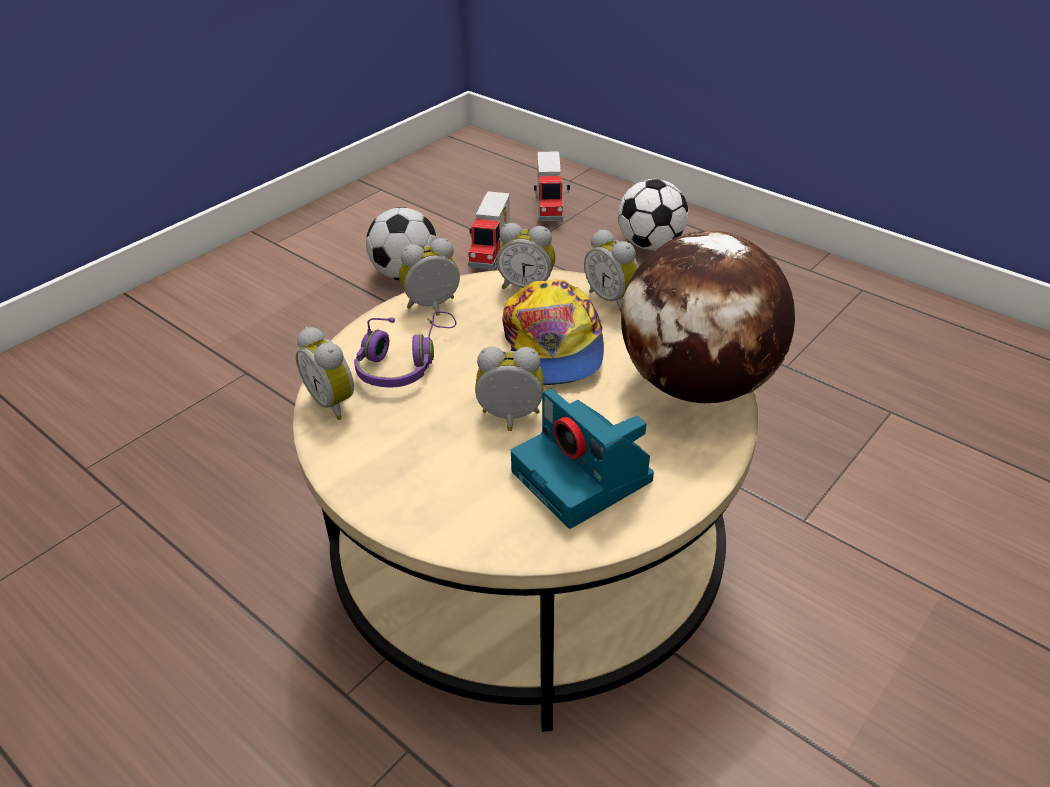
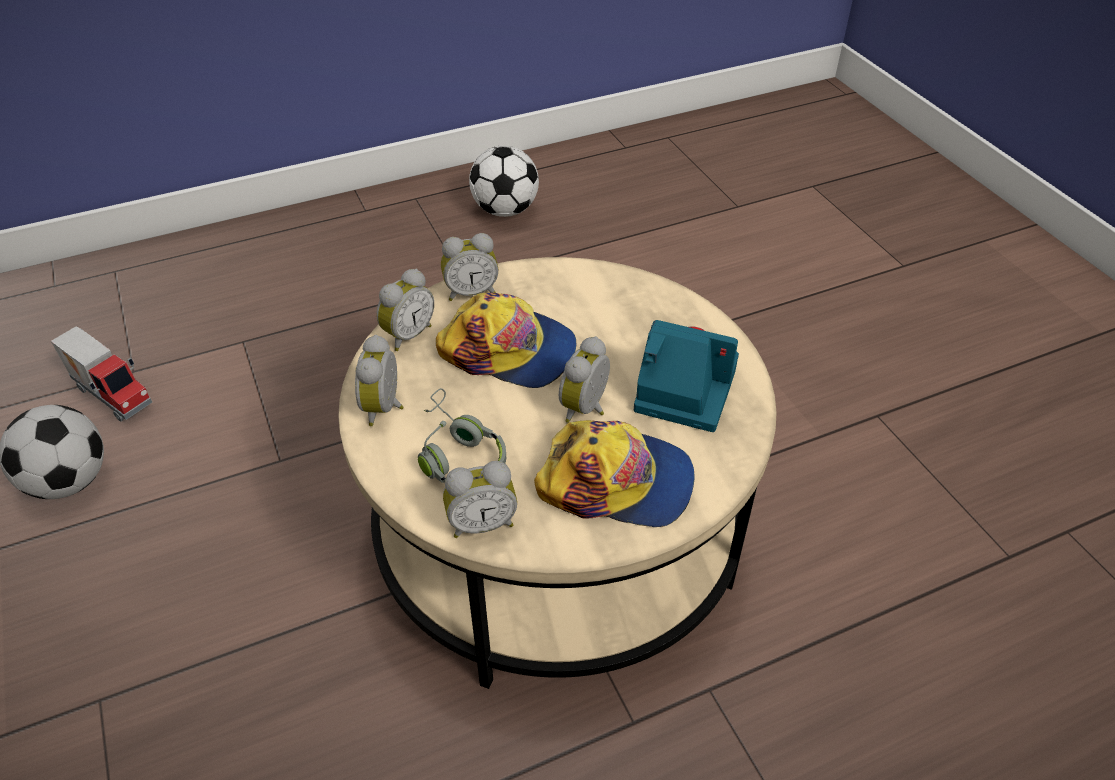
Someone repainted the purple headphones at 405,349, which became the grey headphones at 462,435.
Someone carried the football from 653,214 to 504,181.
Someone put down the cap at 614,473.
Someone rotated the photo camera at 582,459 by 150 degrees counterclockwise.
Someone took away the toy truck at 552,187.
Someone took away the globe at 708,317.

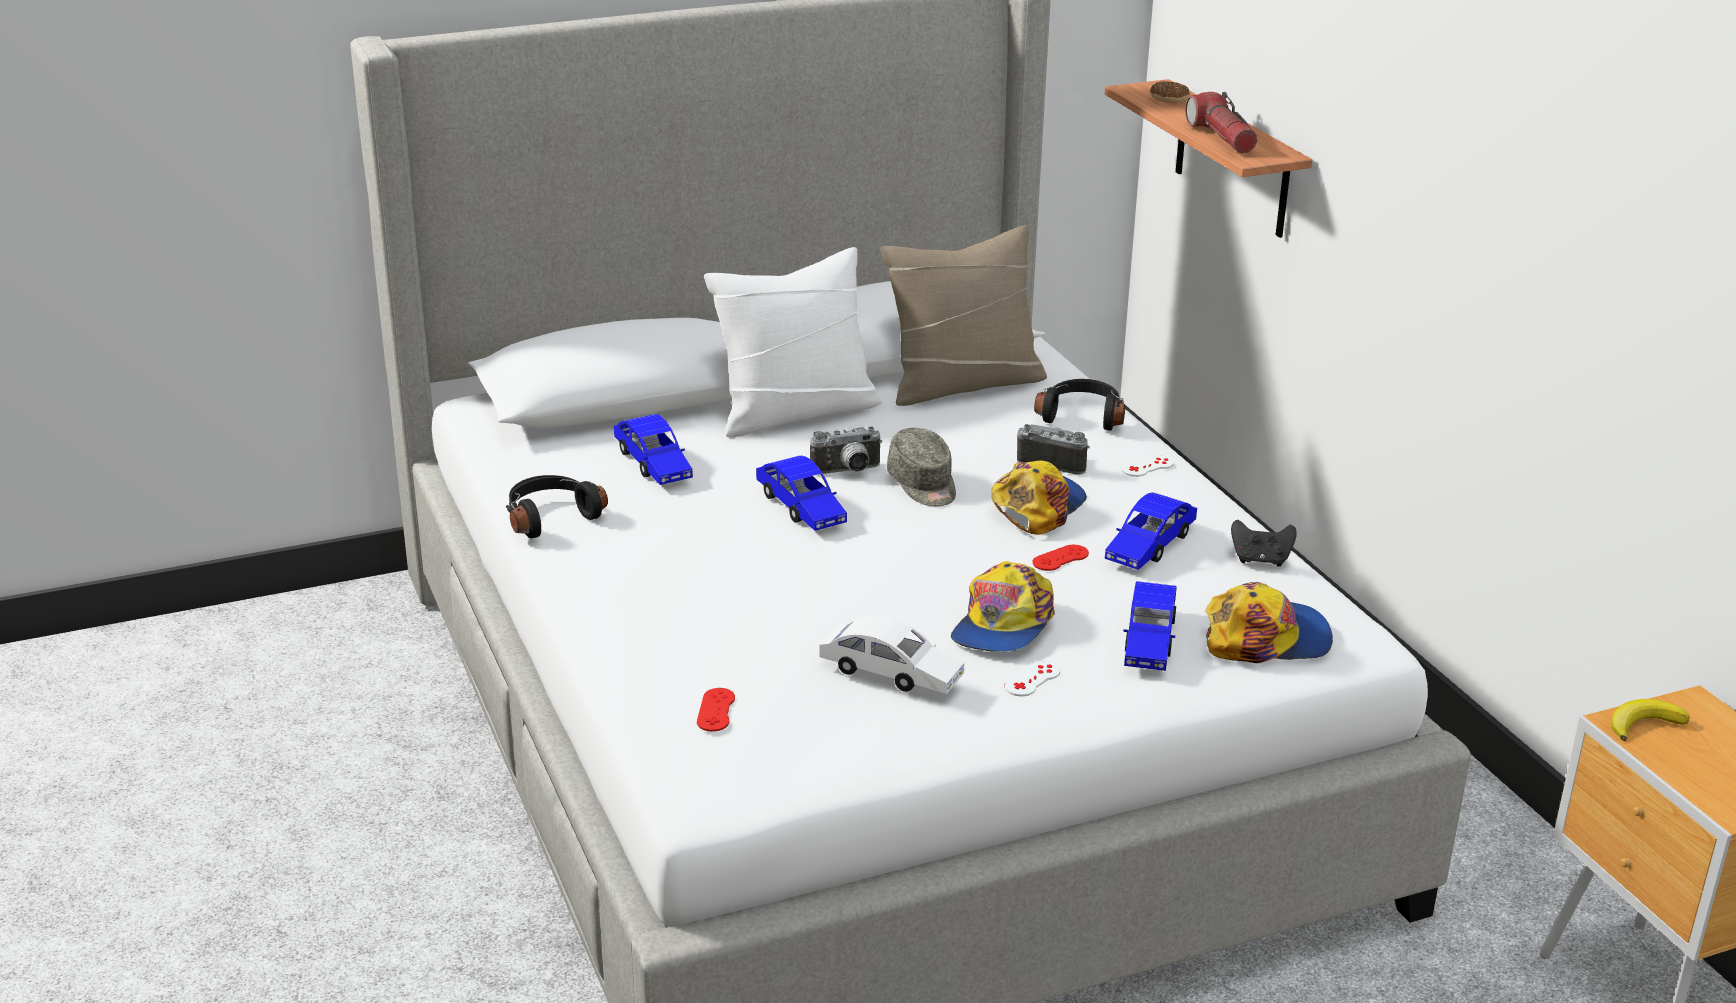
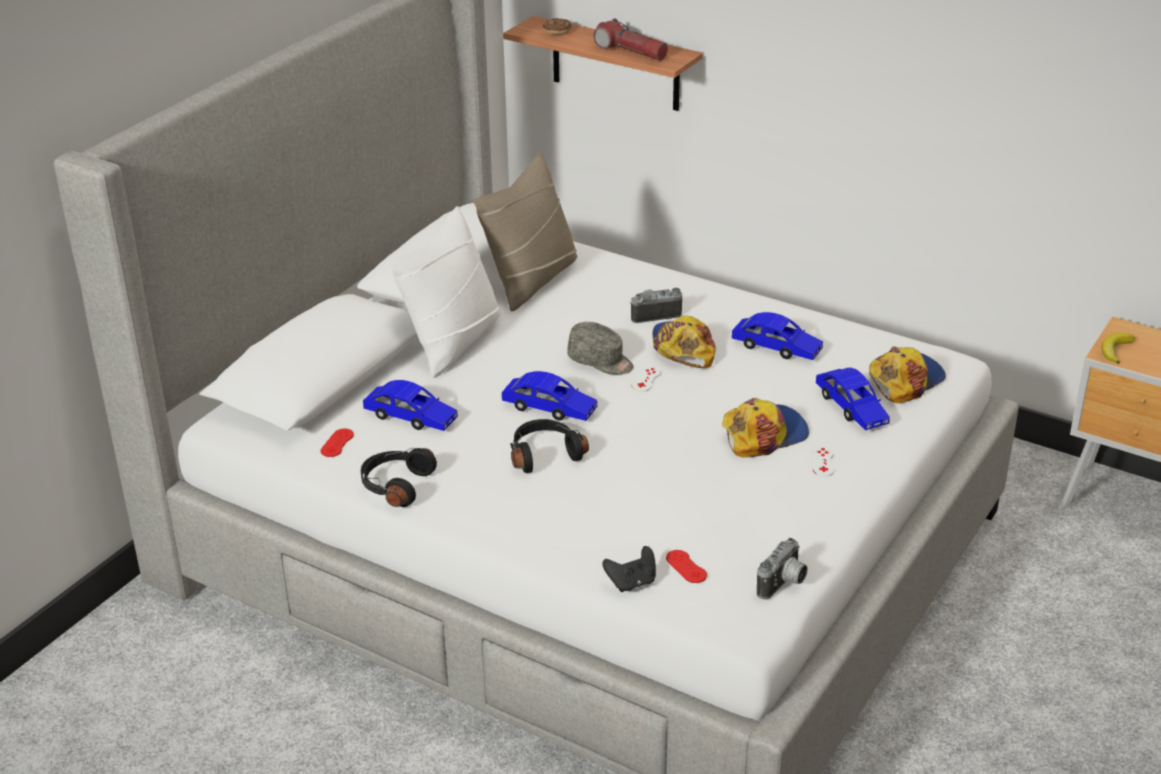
Someone carried the red game controller from 1060,558 to 337,442.
Someone carried the black headphones from 1079,405 to 549,446.
Someone carried the black game controller from 1264,543 to 629,569.
Someone carried the white game controller from 1148,466 to 646,379.
Someone rotated the cap at 1003,606 by 105 degrees counterclockwise.
Someone rotated the blue toy car at 1151,531 by 60 degrees counterclockwise.
Someone carried the photo camera from 846,450 to 782,568.
Someone took away the white toy car at 891,654.

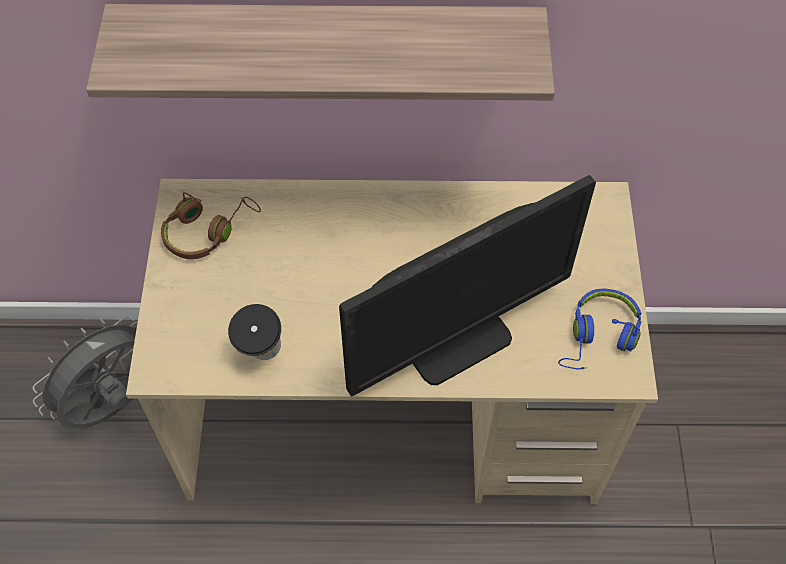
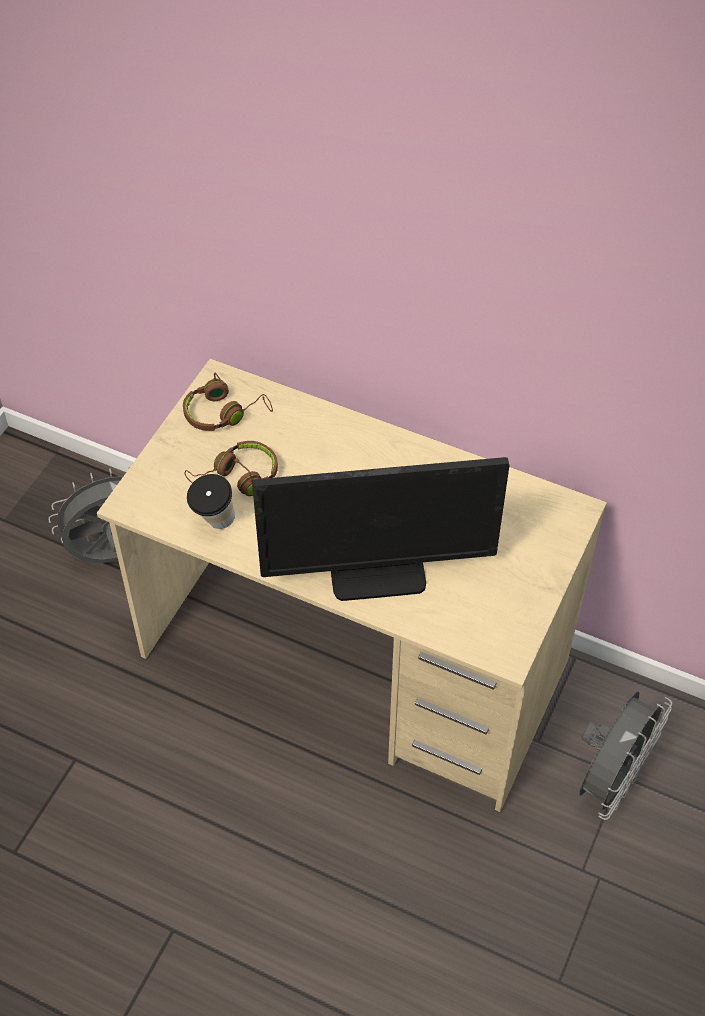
Someone put down the brown headphones at 231,468.
Someone put down the grey fan at 626,755.
Someone took away the shelf at 320,52.
Someone took away the blue headphones at 599,329.

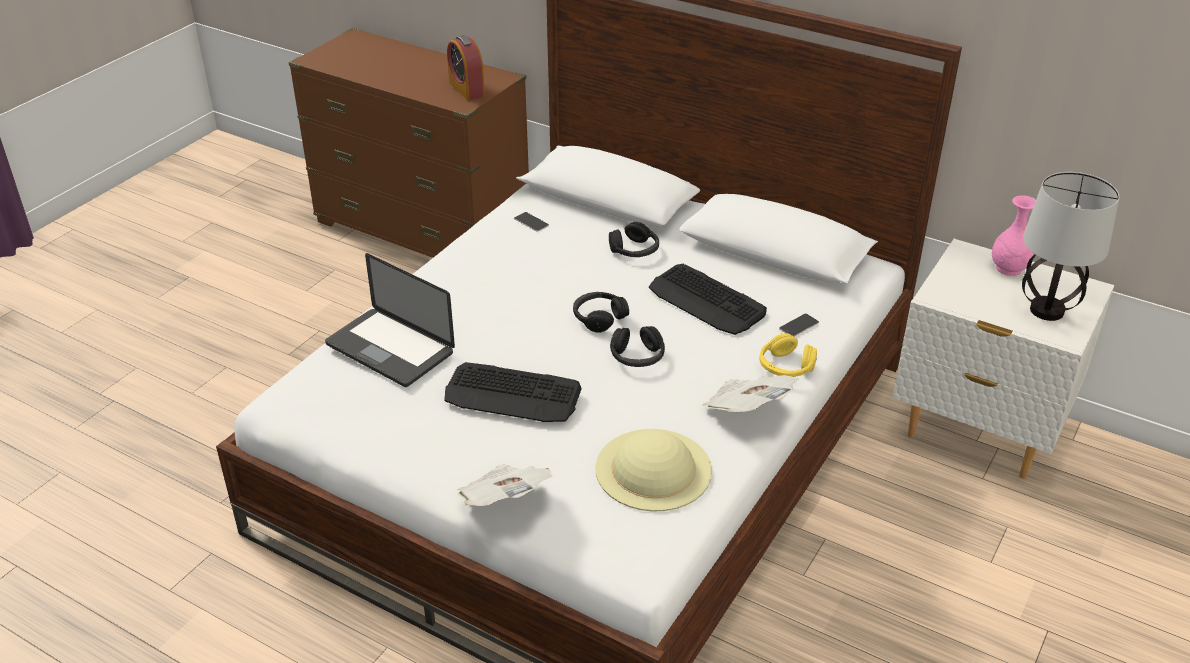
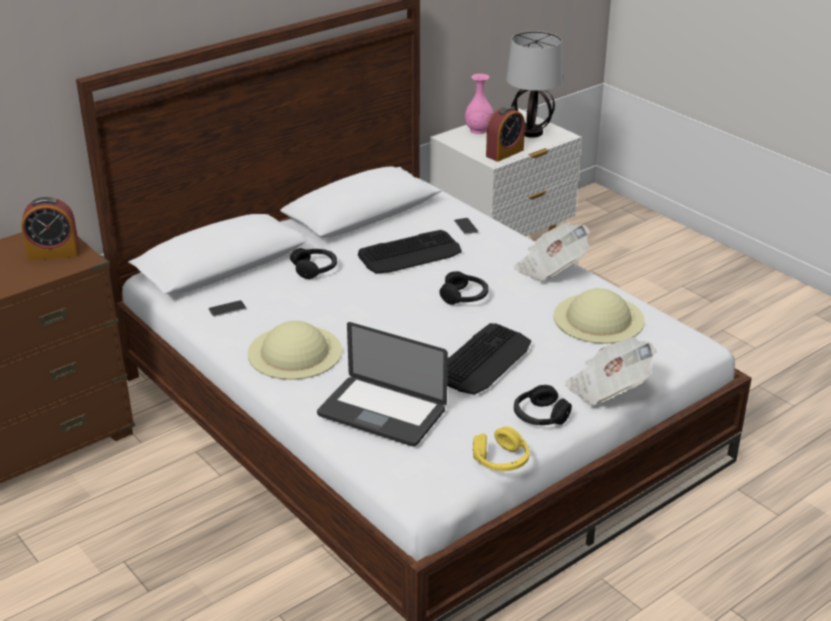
Someone put down the beige hat at 295,350.
Someone rotated the laptop at 390,320 by 60 degrees clockwise.
Someone carried the yellow headphones from 788,355 to 501,448.
Someone put down the alarm clock at 505,134.
Someone carried the black headphones from 601,312 to 543,405.

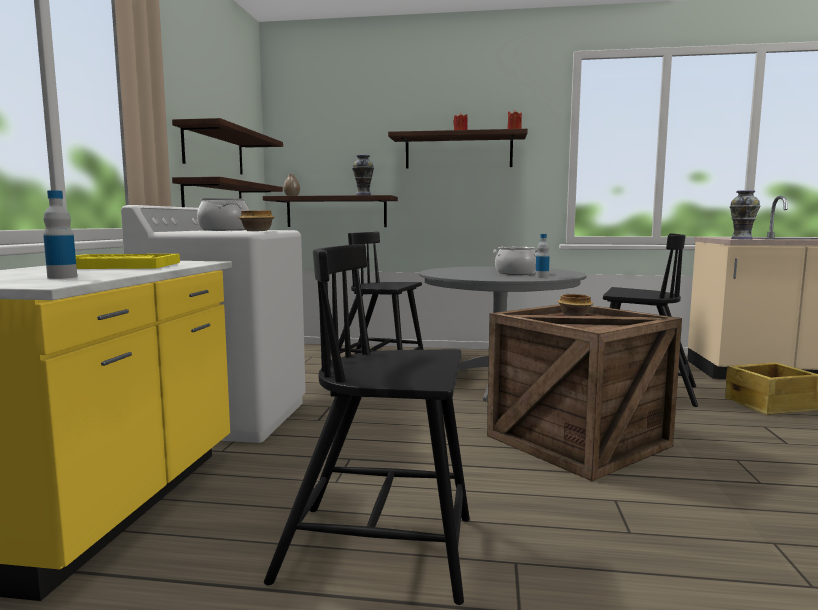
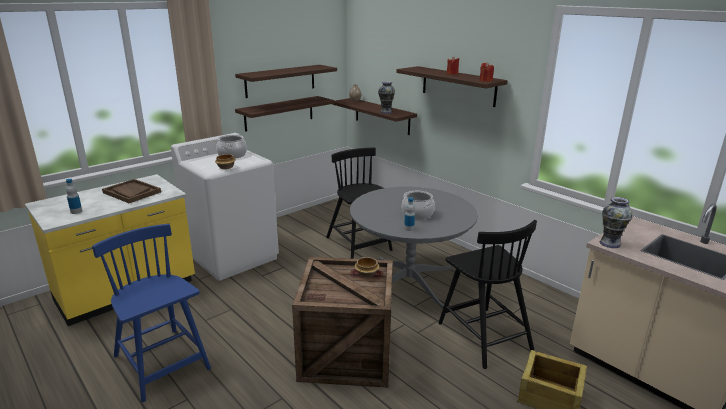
Someone repainted the black chair at 367,424, which became the blue chair at 151,313.
Someone repainted the yellow tray at 128,261, which became the brown tray at 131,191.

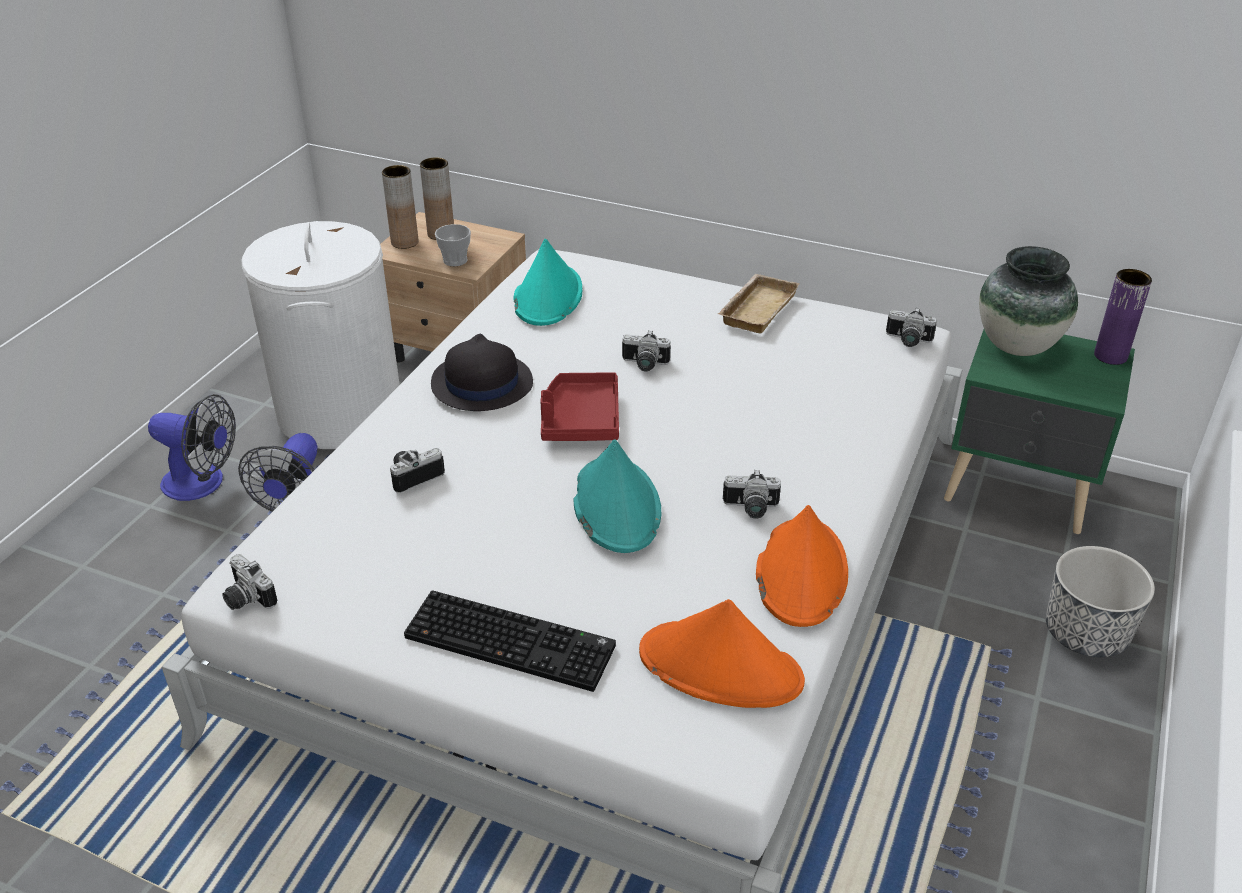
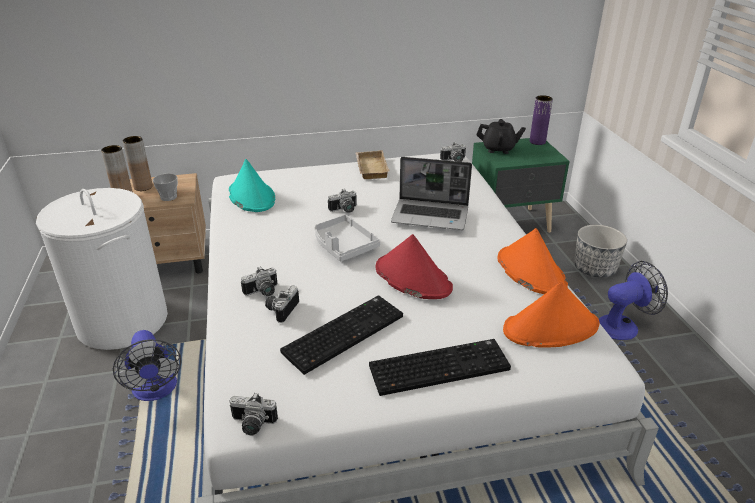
Someone carried the photo camera from 752,494 to 259,281.
Someone put down the keyboard at 341,335.
Someone repainted the red tray at 579,406, which became the grey tray at 347,238.
Someone repainted the turquoise hat at 617,496, which became the red hat at 414,266.
Someone put down the laptop at 431,193.
Someone swapped the vase at 1028,301 for the black teapot at 501,136.
Someone carried the fan from 192,447 to 633,300.
Someone took away the black hat at 482,372.

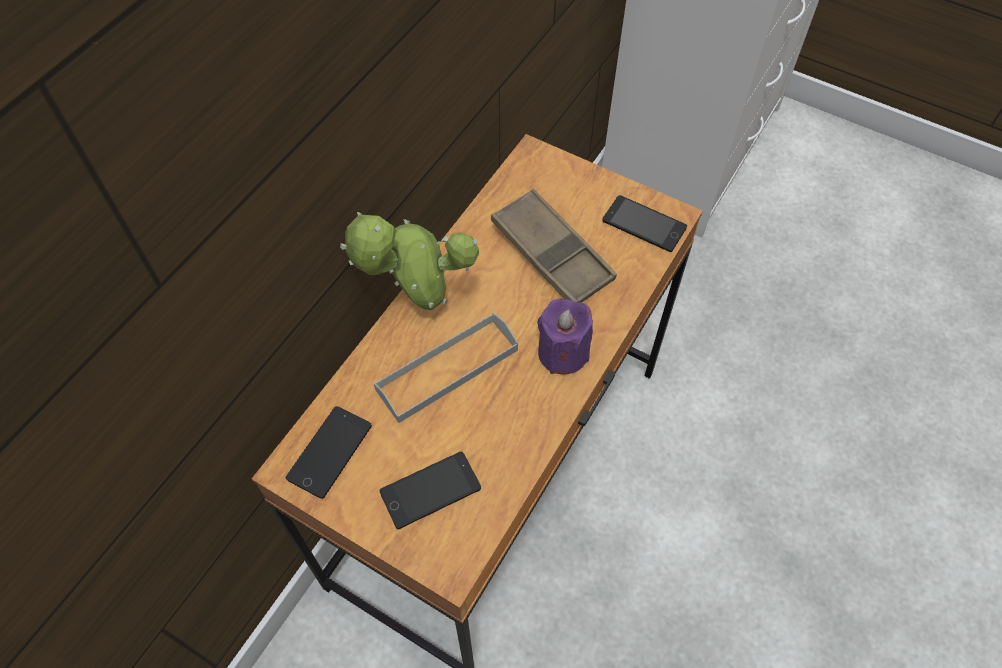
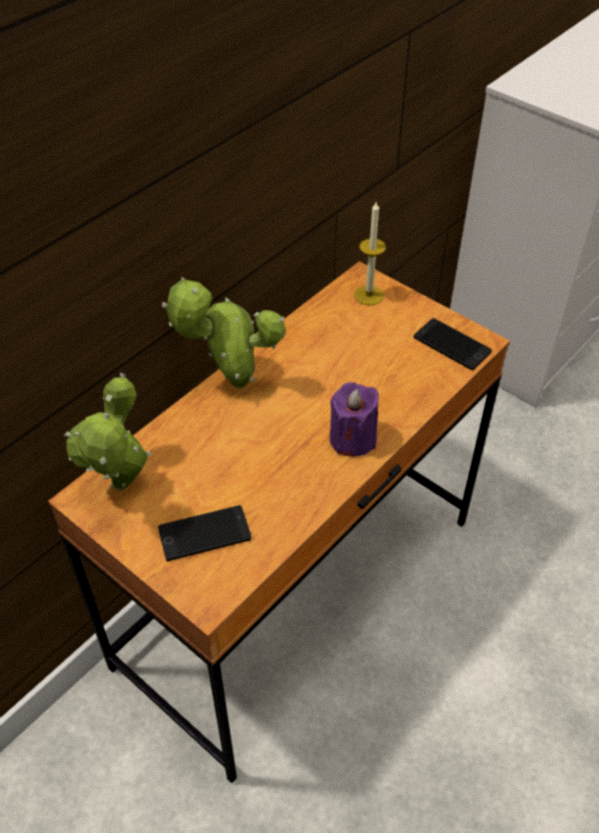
Someone swapped the phone at 329,452 for the potted plant at 108,432.
Someone put down the candle at 370,253.
Someone took away the grey tray at 446,368.
Someone took away the brown tray at 554,245.

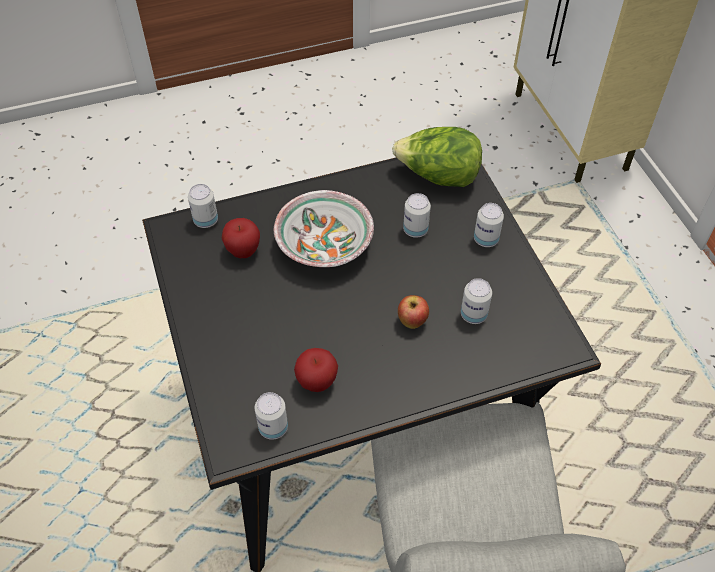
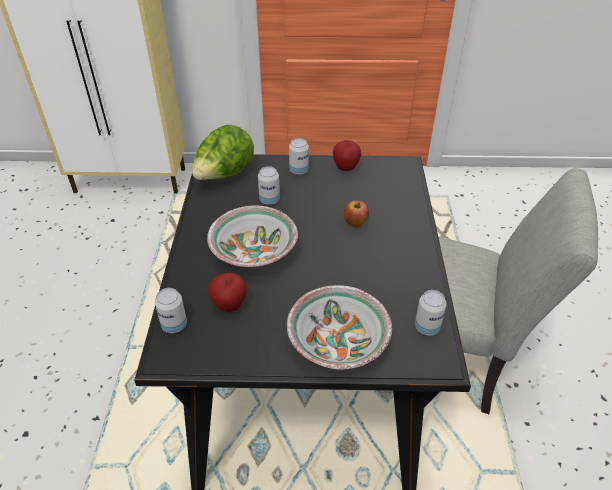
Someone put down the bowl at 339,327.
Someone carried the apple from 316,370 to 347,155.
Someone took away the can at 476,301.

